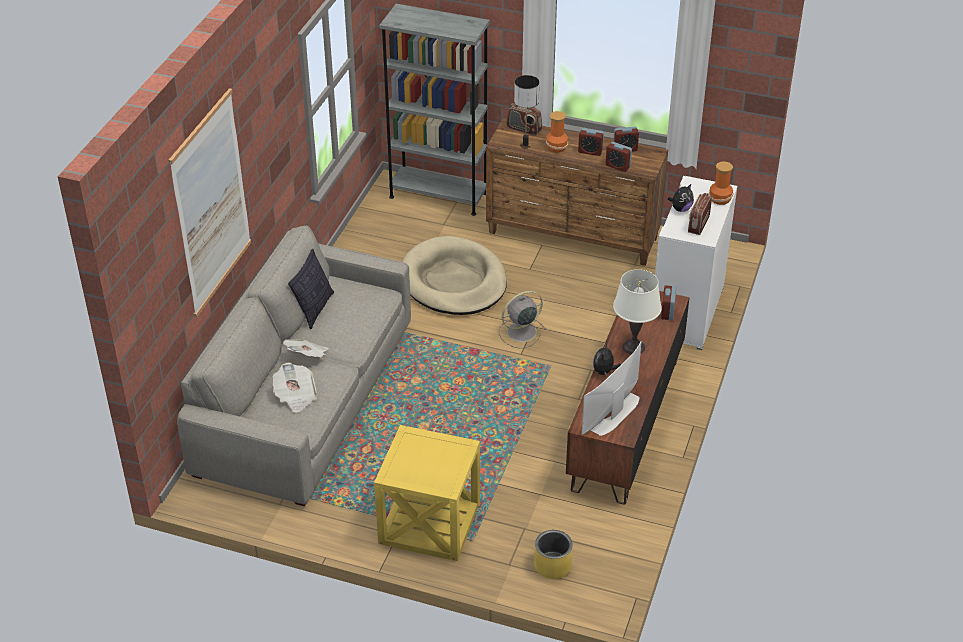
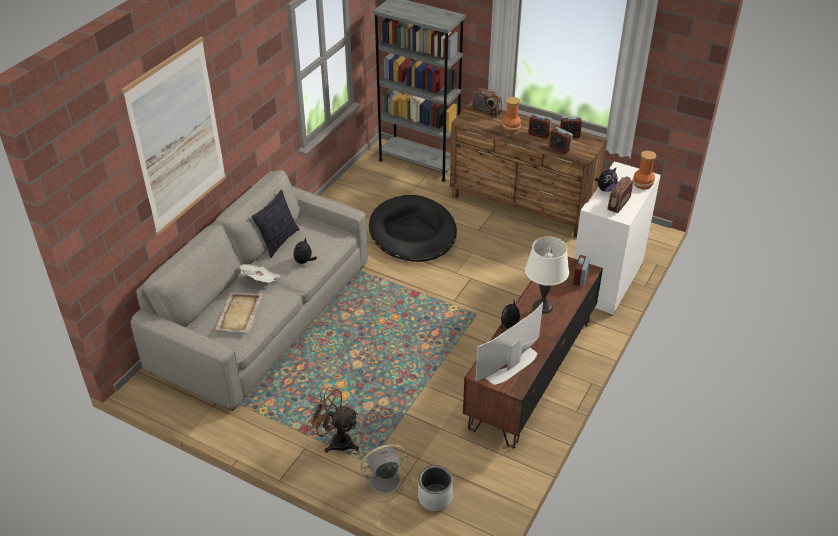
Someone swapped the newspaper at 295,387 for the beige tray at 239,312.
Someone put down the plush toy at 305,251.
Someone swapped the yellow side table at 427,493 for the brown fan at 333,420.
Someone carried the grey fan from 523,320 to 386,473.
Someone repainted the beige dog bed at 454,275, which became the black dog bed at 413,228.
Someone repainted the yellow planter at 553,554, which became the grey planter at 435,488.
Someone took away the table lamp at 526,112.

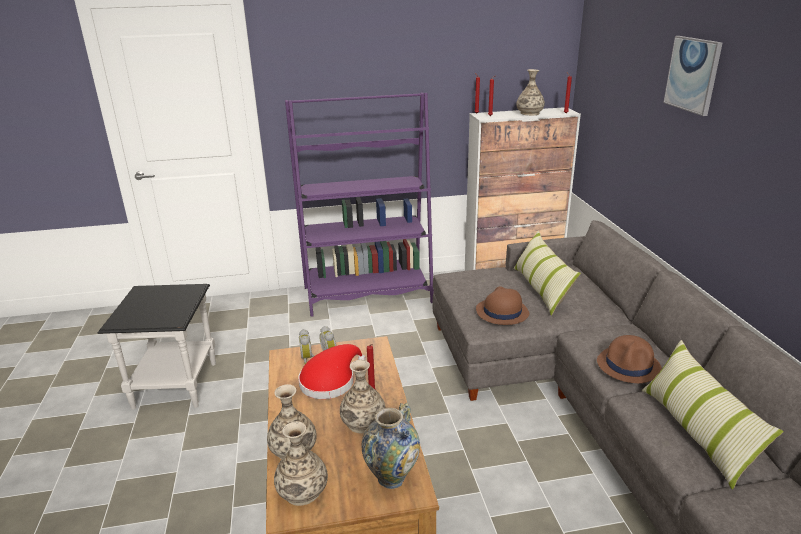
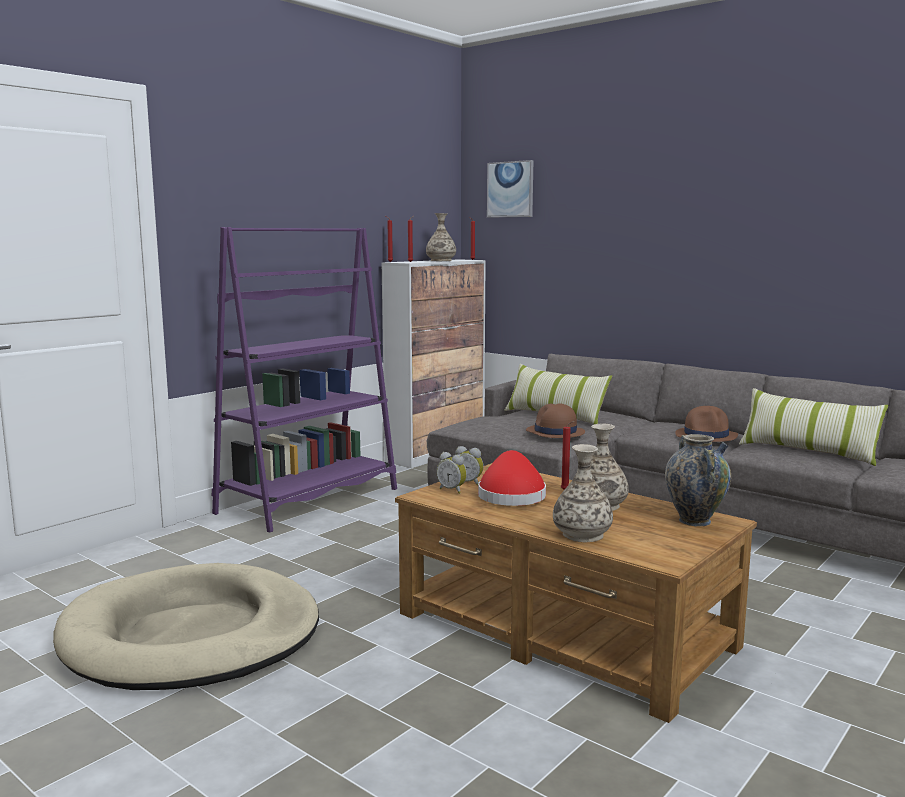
Someone swapped the black side table at 157,347 for the beige dog bed at 186,626.
Someone carried the picture from 692,76 to 510,189.
Someone took away the vase at 301,463.

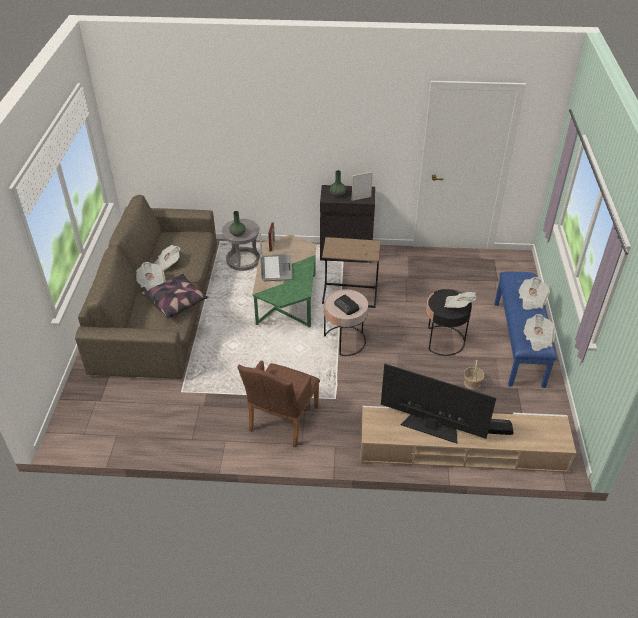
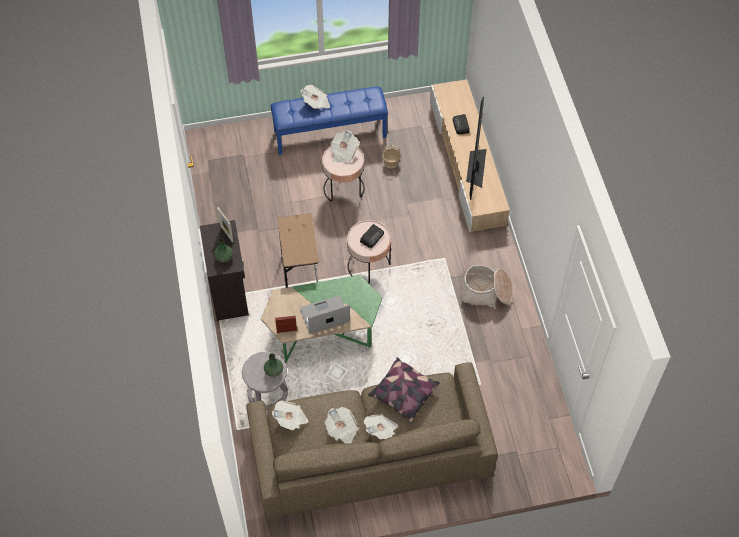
Someone carried the newspaper from 539,332 to 290,415.
Someone repainted the black side table at 449,322, which became the pink side table at 343,173.
Someone swapped the brown armchair at 278,404 for the basket at 486,287.

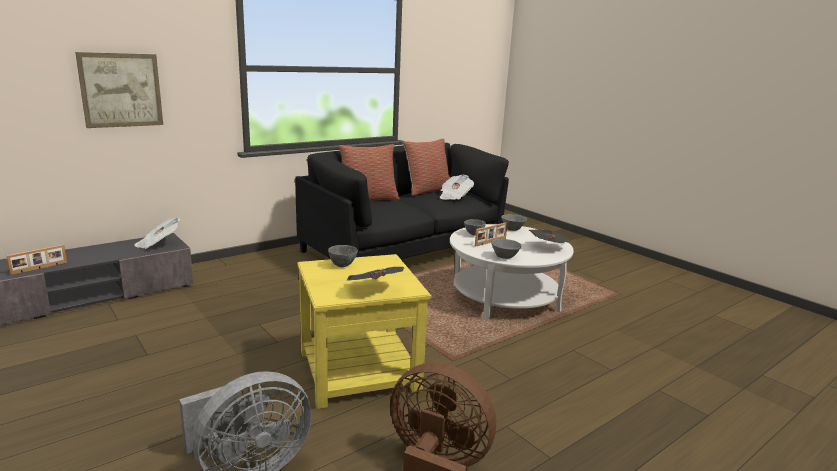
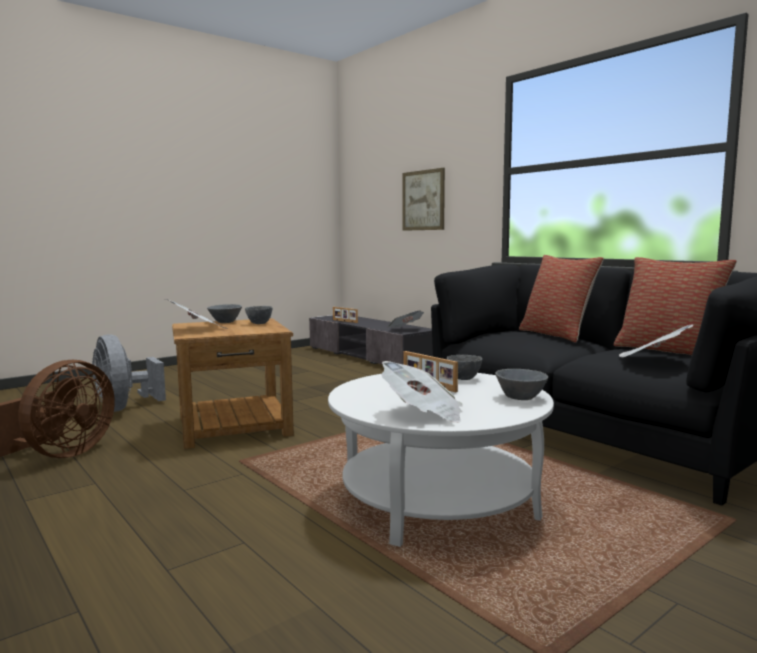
Someone repainted the yellow side table at 364,331, which became the brown side table at 233,383.
Someone carried the grey bowl from 506,249 to 224,313.

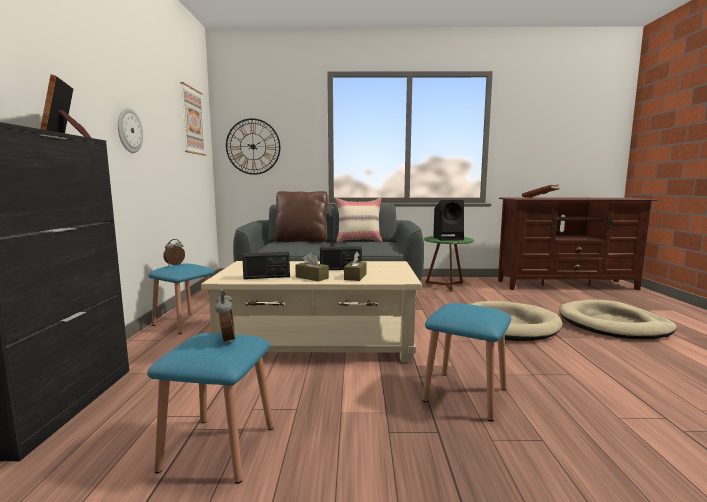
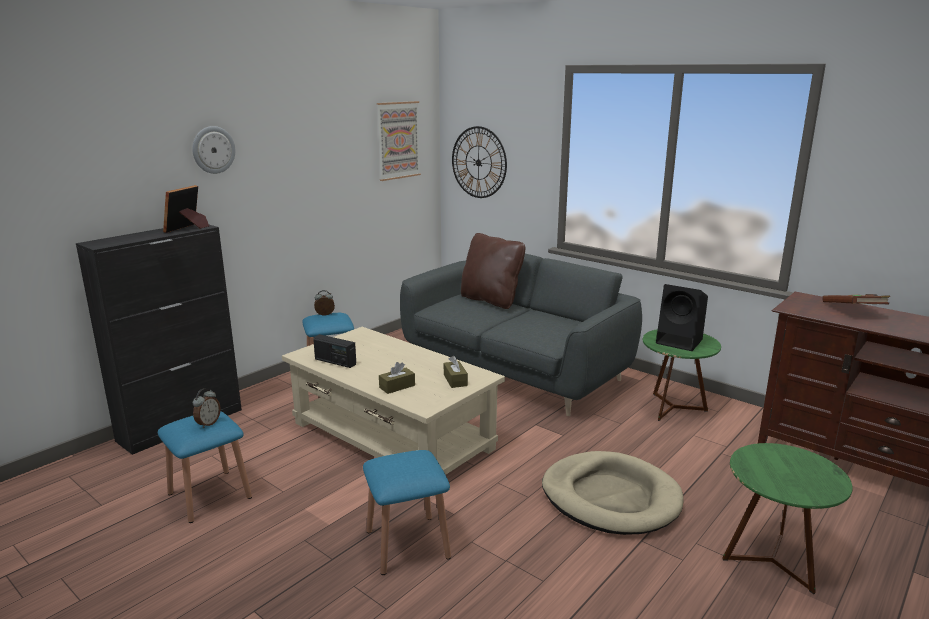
Someone carried the wall clock from 130,130 to 213,150.
Someone carried the brown tissue box from 312,266 to 456,372.
Someone swapped the beige dog bed at 618,319 for the green side table at 787,518.
Someone took away the radio at 341,258.
Someone took away the beige pillow at 359,220.

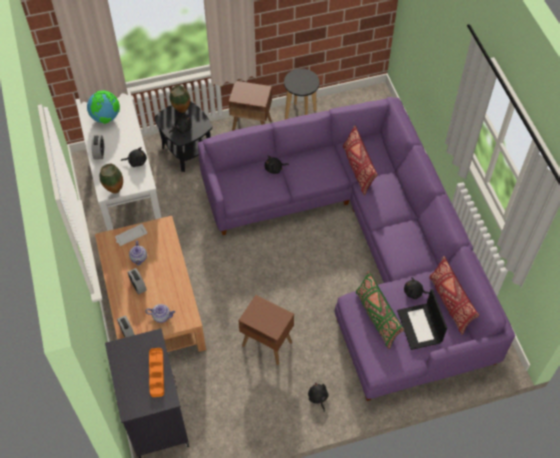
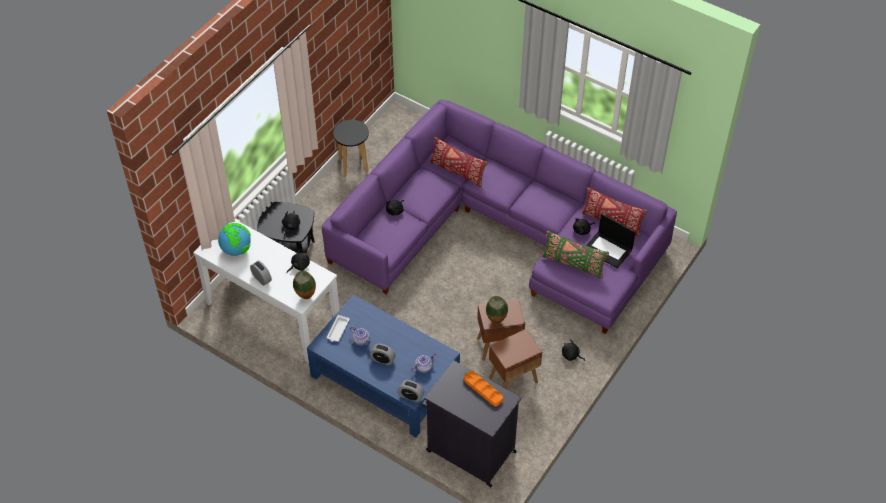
Someone repainted the brown coffee table at 150,284, which became the blue coffee table at 383,366.
Someone carried the vase from 180,99 to 497,309.
Someone carried the brown side table from 250,106 to 515,359.

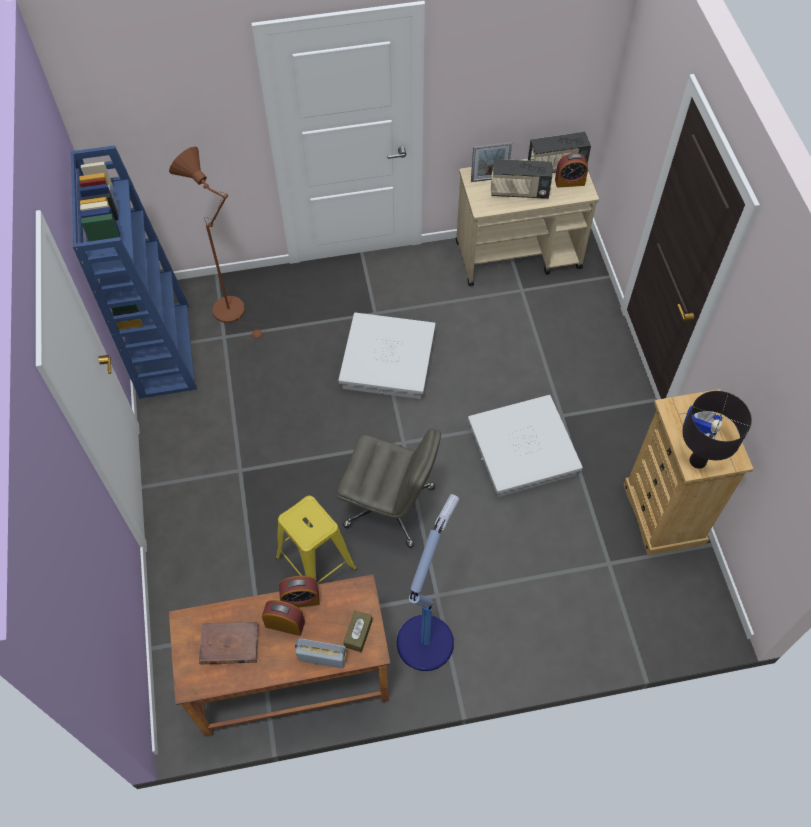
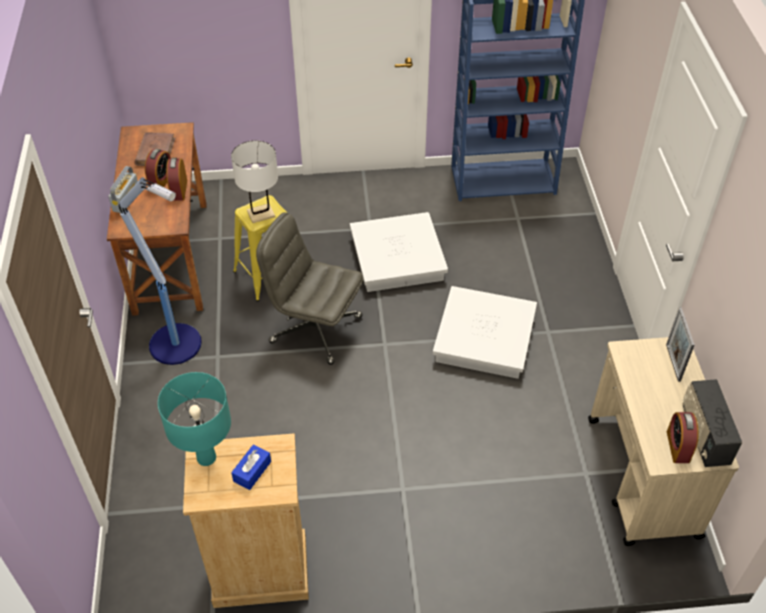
Someone repainted the black table lamp at 717,430, which became the turquoise table lamp at 194,419.
Someone put down the white table lamp at 254,182.
Someone rotated the grey office chair at 389,488 by 90 degrees clockwise.
Someone carried the white storage box from 525,446 to 399,252.
Someone took away the brown floor lamp at 218,243.
Someone took away the brown tissue box at 358,631.
Someone took away the radio at 521,179.

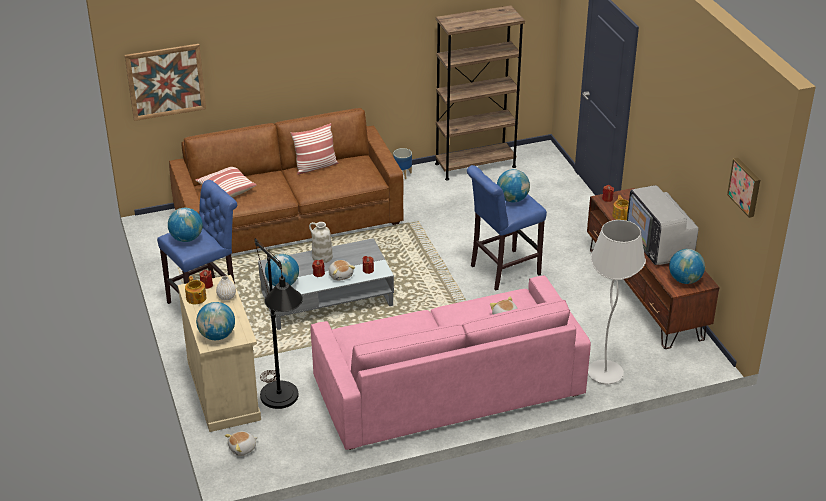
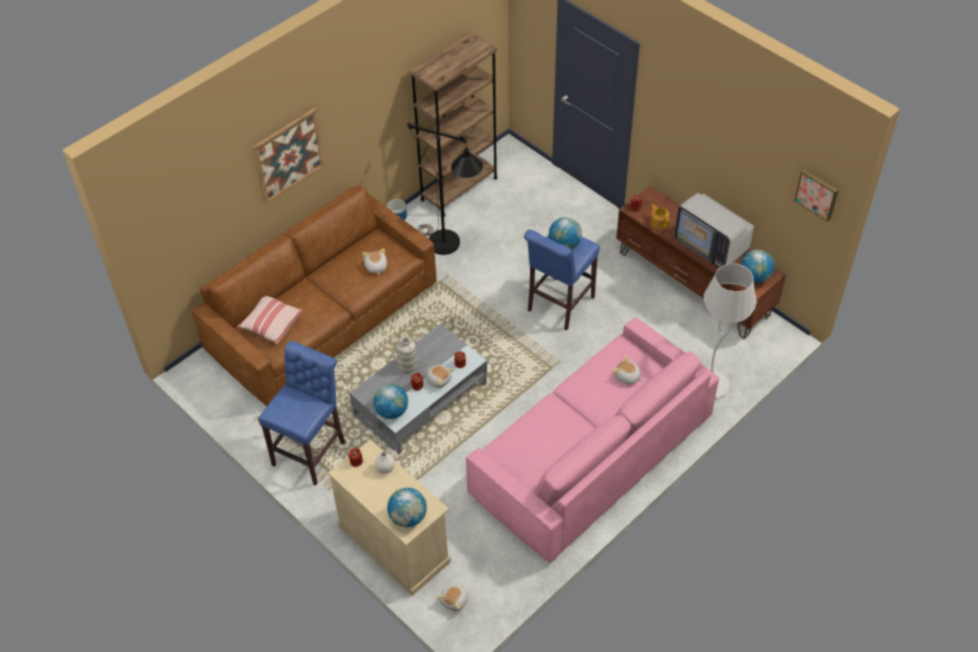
Someone carried the picture from 165,82 to 288,156.
Someone put down the plush toy at 374,261.
Someone carried the black floor lamp from 278,323 to 445,189.
Someone took away the globe at 185,225.
Someone took away the teapot at 195,290.
Someone took away the pillow at 314,149.

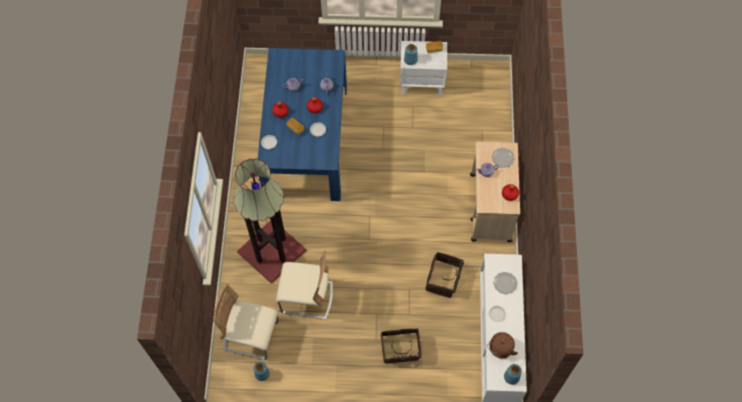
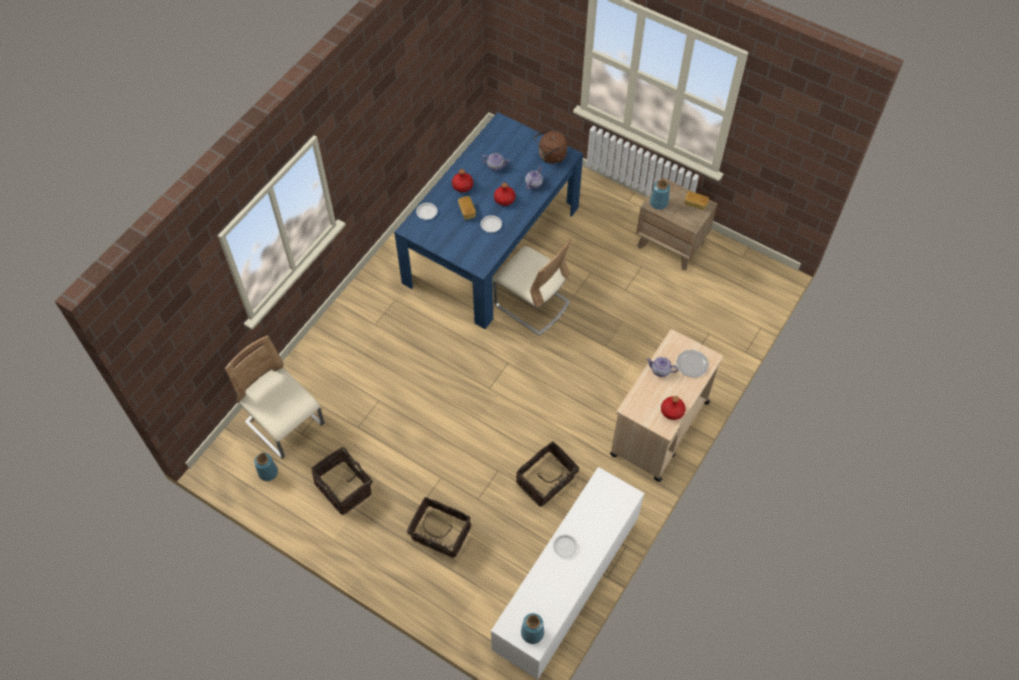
Someone put down the basket at 342,481.
Someone carried the beige chair from 304,285 to 532,287.
Someone carried the brown kettle from 502,345 to 550,147.
Someone repainted the white nightstand at 423,68, which became the brown nightstand at 677,223.
Someone took away the floor lamp at 270,221.
Someone took away the plate at 505,283.

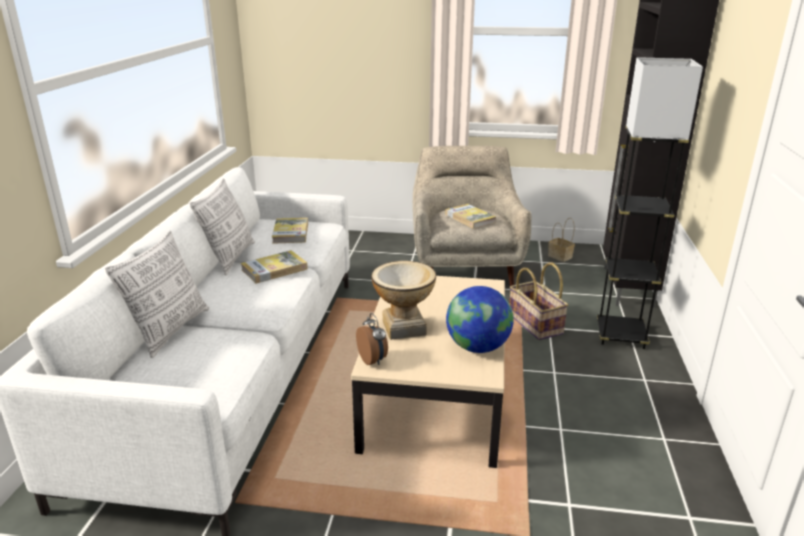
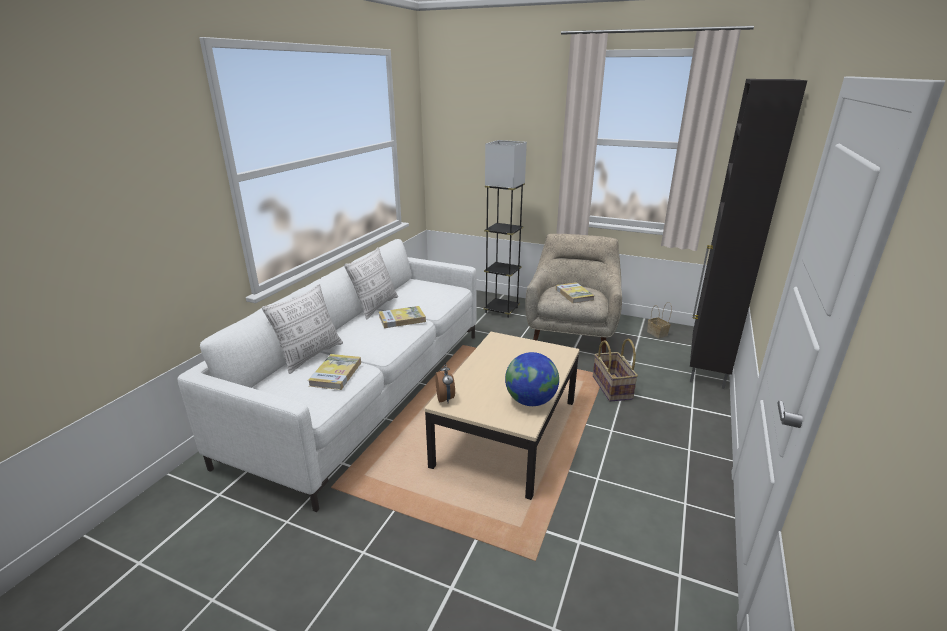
Someone carried the book from 290,231 to 334,372.
Someone carried the grey floor lamp from 650,203 to 505,229.
Someone took away the vase at 404,300.

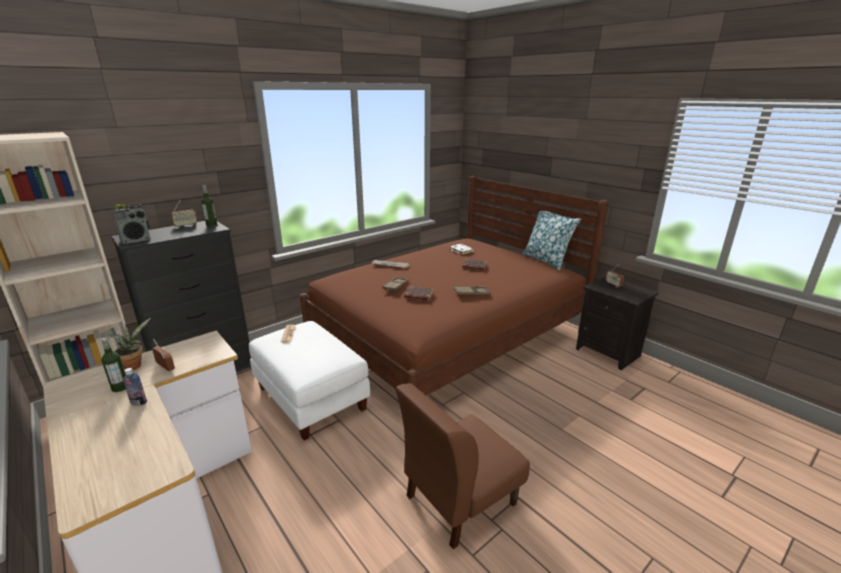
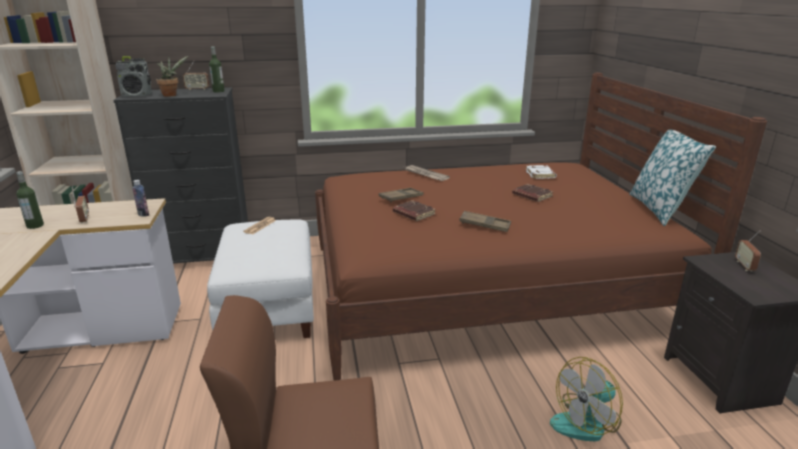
Someone carried the bottle from 135,387 to 140,198.
Someone carried the potted plant from 129,344 to 172,76.
Someone put down the fan at 586,399.

